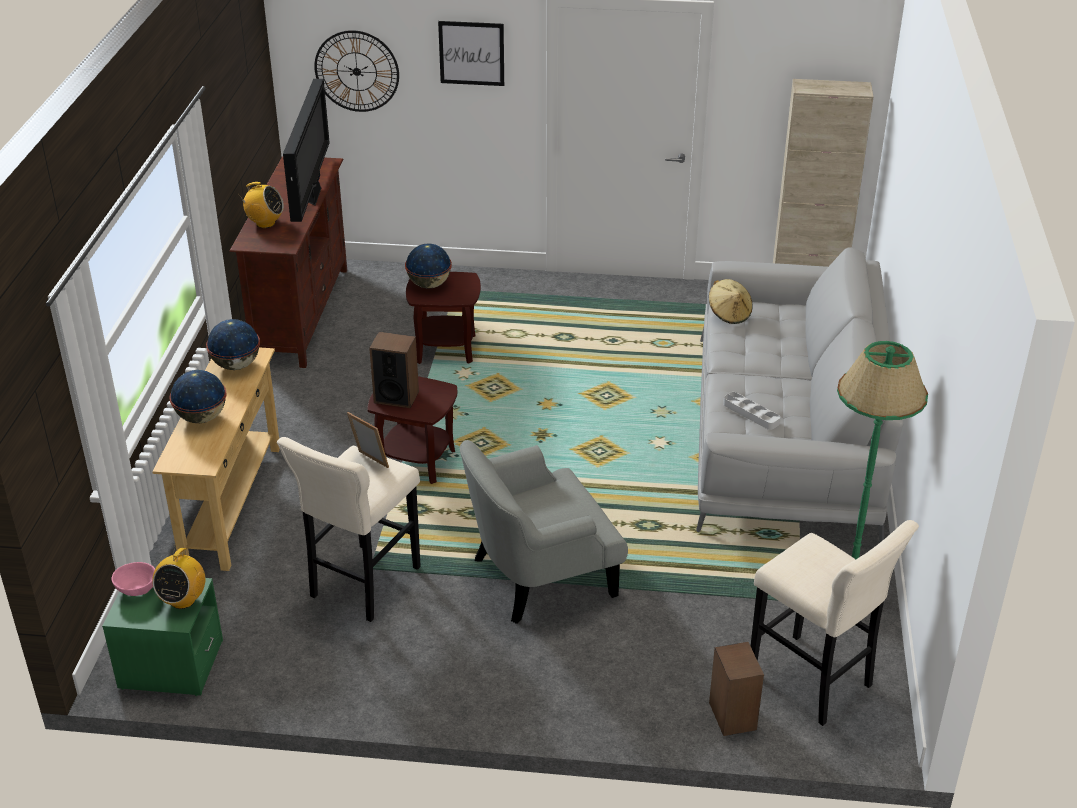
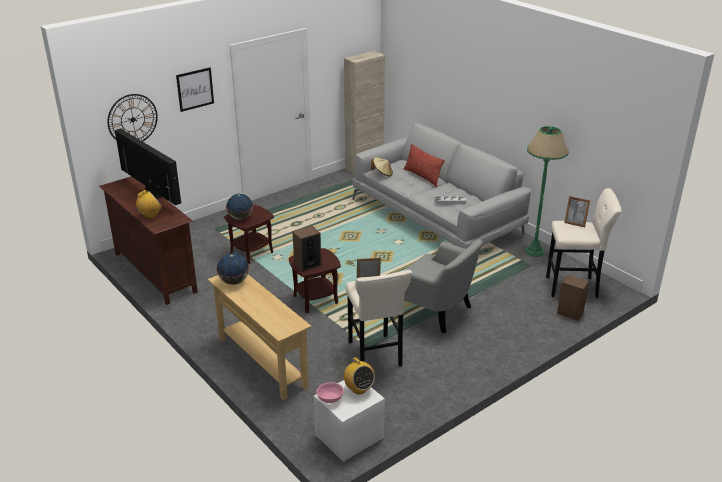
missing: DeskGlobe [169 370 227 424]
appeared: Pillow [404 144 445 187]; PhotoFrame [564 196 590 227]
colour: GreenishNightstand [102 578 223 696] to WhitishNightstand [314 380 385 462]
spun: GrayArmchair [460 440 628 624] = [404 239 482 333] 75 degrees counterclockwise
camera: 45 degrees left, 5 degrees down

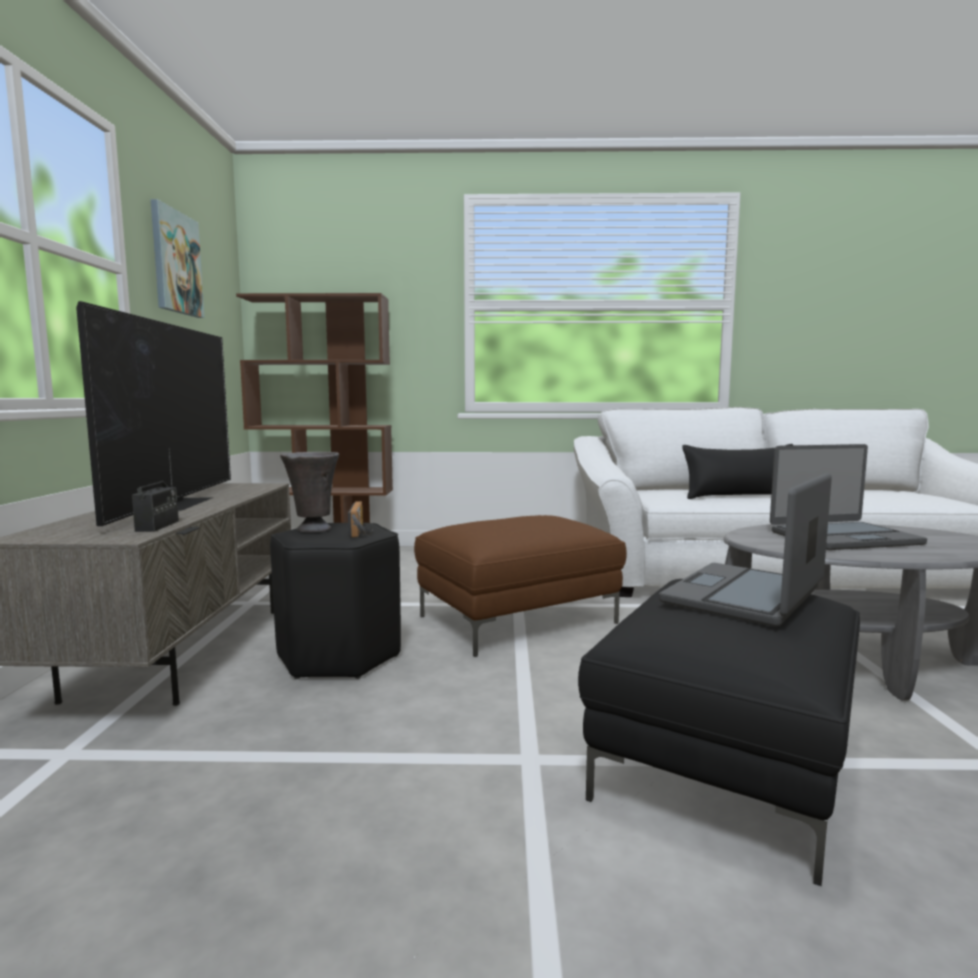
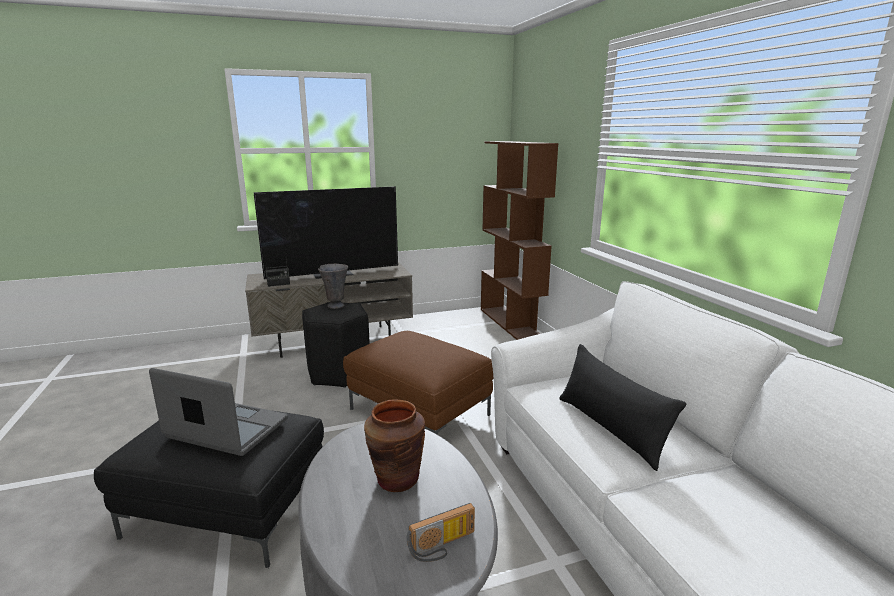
missing: Picture [151 199 205 318]
relocated: RadioSet [348 501 373 537] to [407 503 475 562]
exchanged: PortableComputer [770 444 927 550] to BrownColouredDecorativeVase [364 400 425 492]
camera: 70 degrees right, 10 degrees up

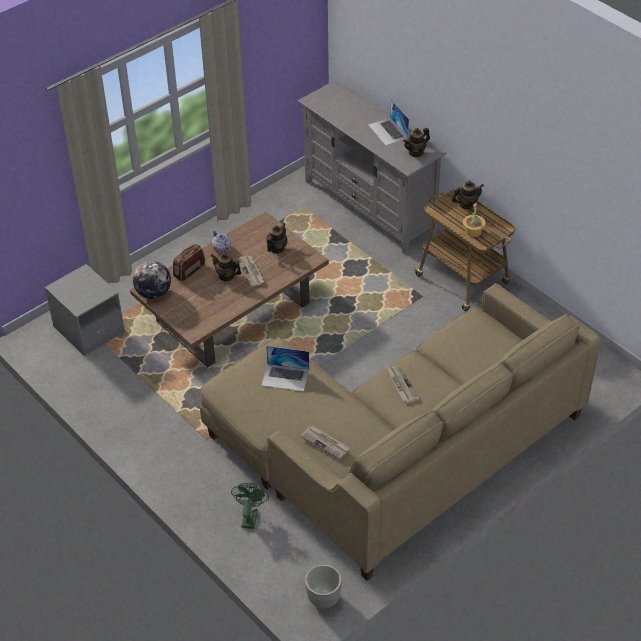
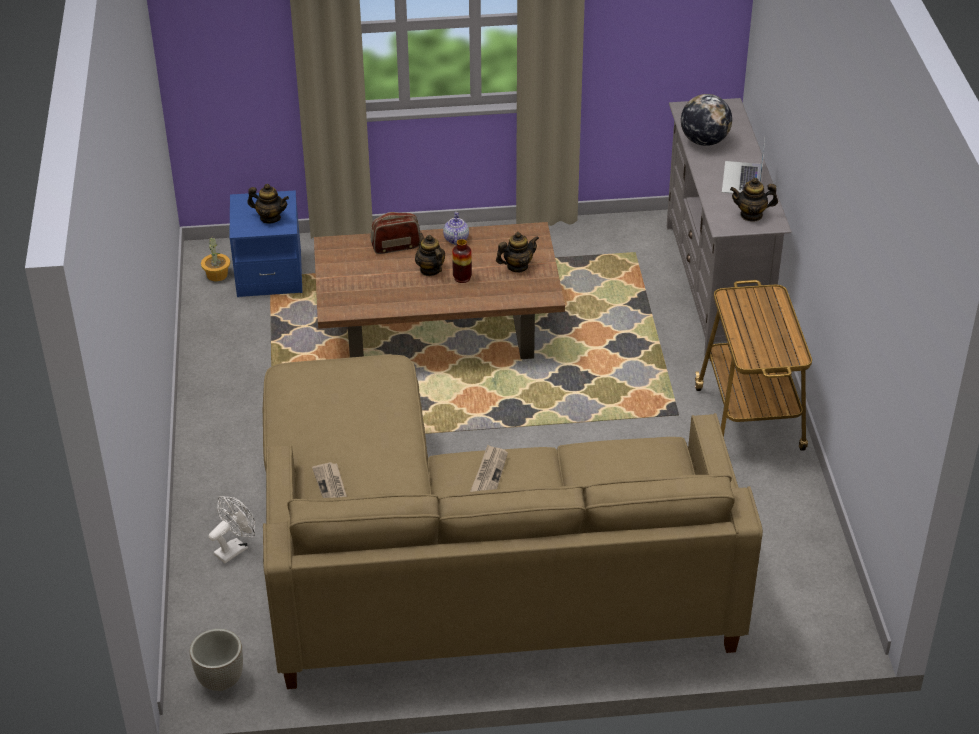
missing: PortableComputer [261 346 309 391]
relocated: PotForTea [452 181 484 209] to [247 184 289 223]; PlantInAPot [463 202 486 237] to [201 237 230 281]; DeskGlobe [133 261 171 299] to [681 94 732 146]
exchanged: DailyPaper [237 255 264 287] to DecorativeVase [452 239 472 283]
colour: GrayNightstand [45 264 125 356] to BlueNightstand [229 190 302 297]; GreenishFan [231 483 269 529] to WhitishFan [209 496 255 563]
camera: 35 degrees right, 5 degrees down

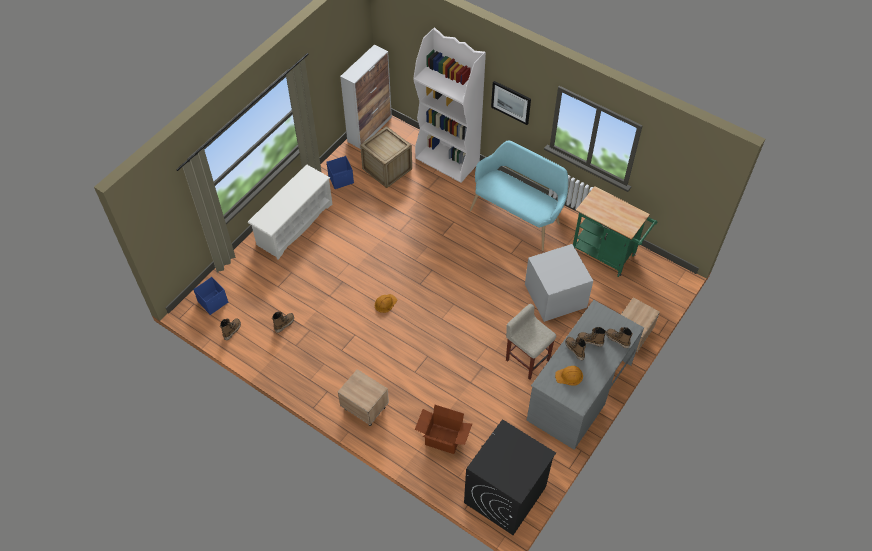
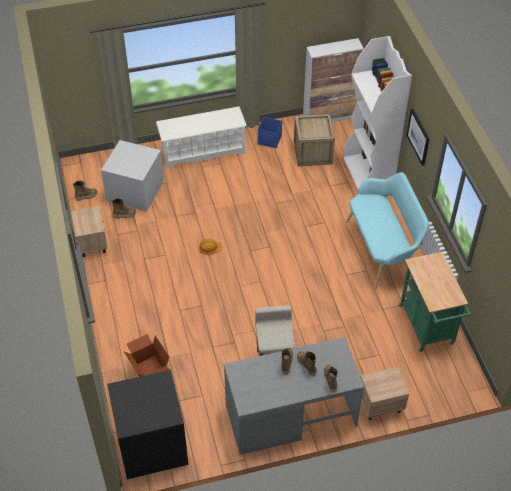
missing: BlueStorageContainer [193 277 228 315]; OrangeySafetyHelmet [555 366 583 385]
relocated: GrayStorageContainer [525 244 593 322] to [101 140 164 211]; BeigeColouredNightstand [338 369 389 426] to [71 206 108 257]
camera: 40 degrees right, 5 degrees down

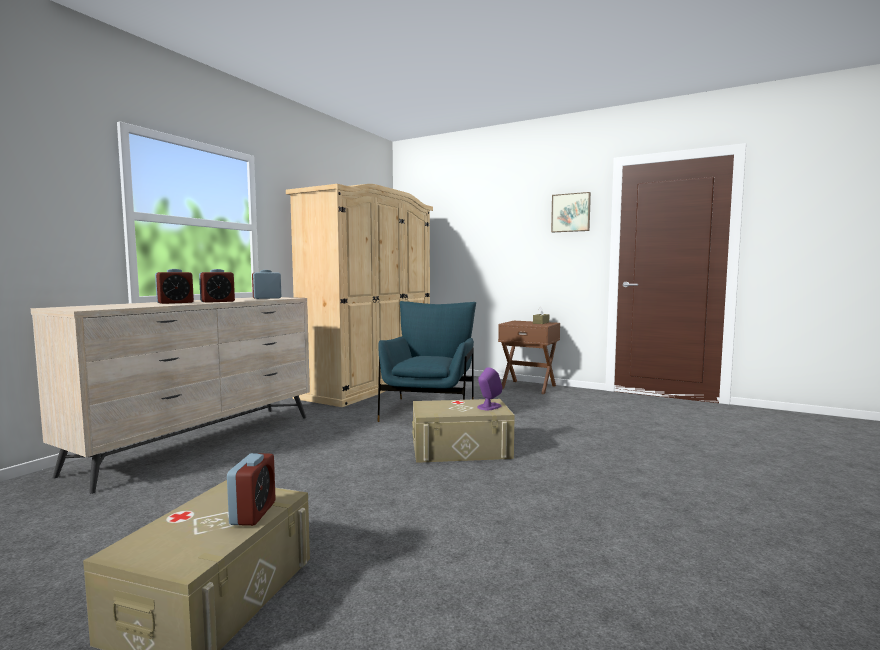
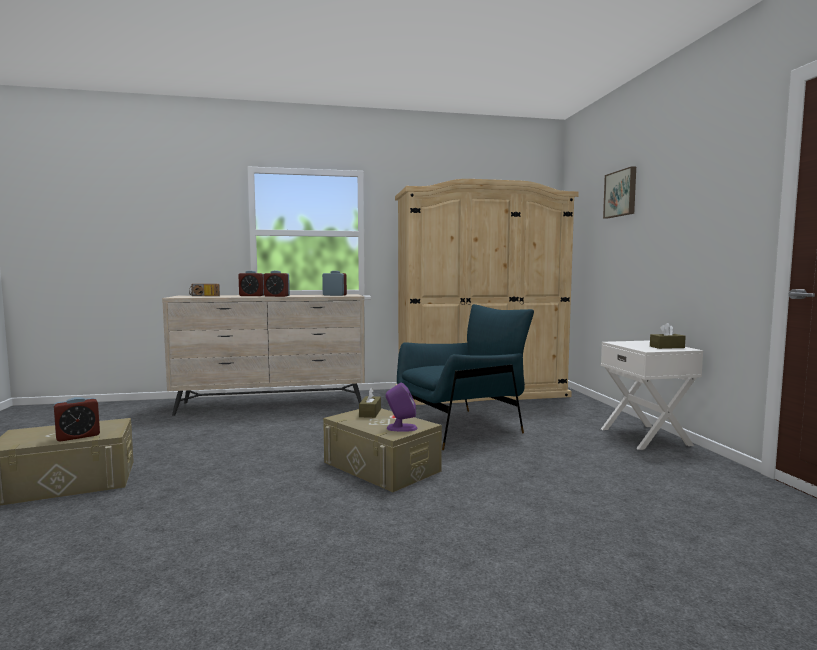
appeared: RadioSet [189 284 220 296]; BrownColouredBoxOfTissues [359 387 381 418]
relocated: Picture [551 192 591 232] to [603 166 636 218]
colour: BrownColouredNightstand [498 321 560 394] to WhitishNightstand [601 340 703 450]
camera: 50 degrees right, 0 degrees up

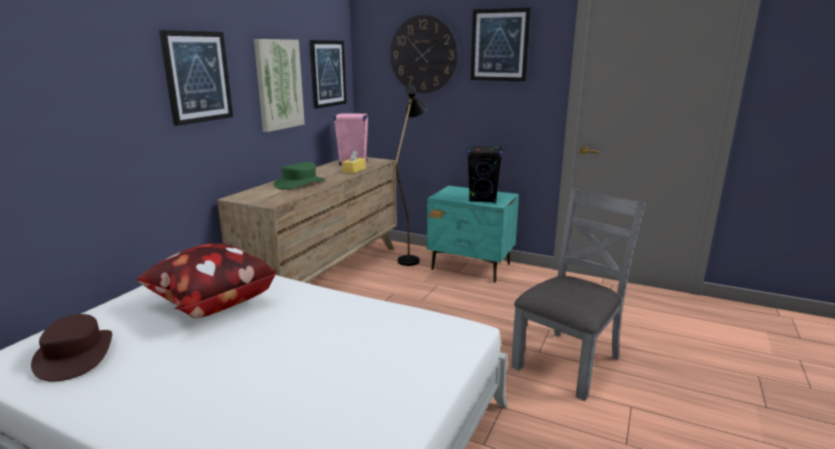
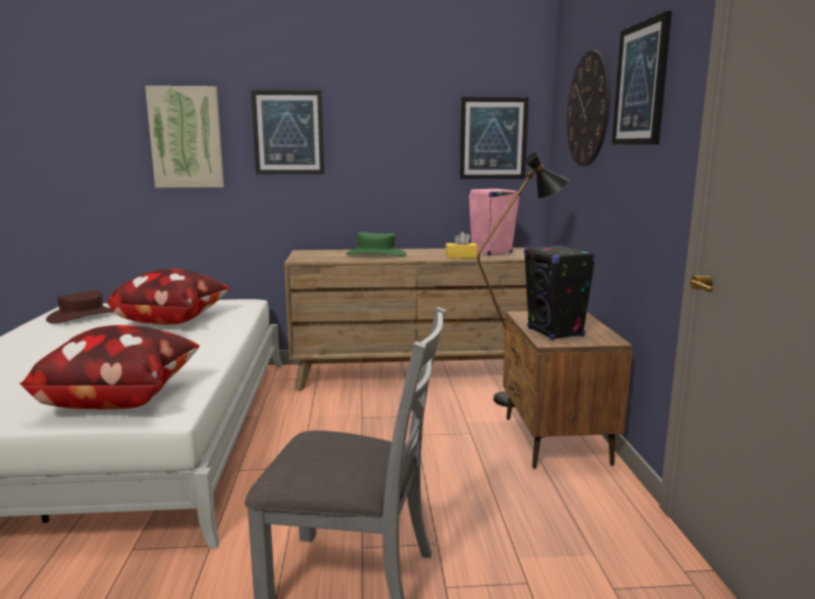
appeared: Pillow [19 325 200 409]
relocated: Picture [254 39 305 132] to [145 86 224 188]
colour: TurquoiseColouredNightstand [427 186 519 282] to BrownColouredNightstand [503 311 633 469]
camera: 60 degrees right, 5 degrees down

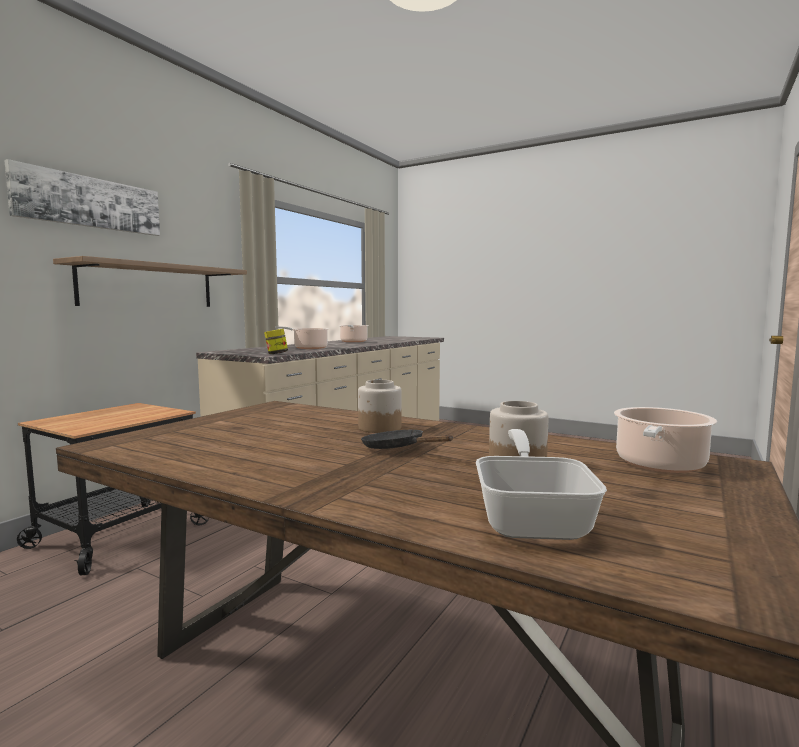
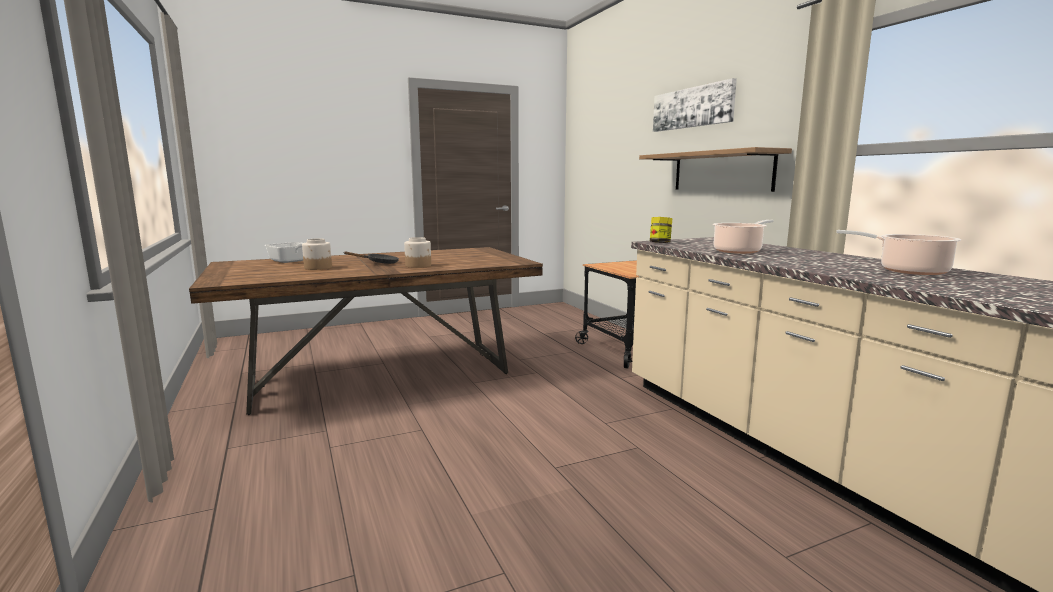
missing: CookingPot [614 407 717 473]
camera: 125 degrees right, 5 degrees up

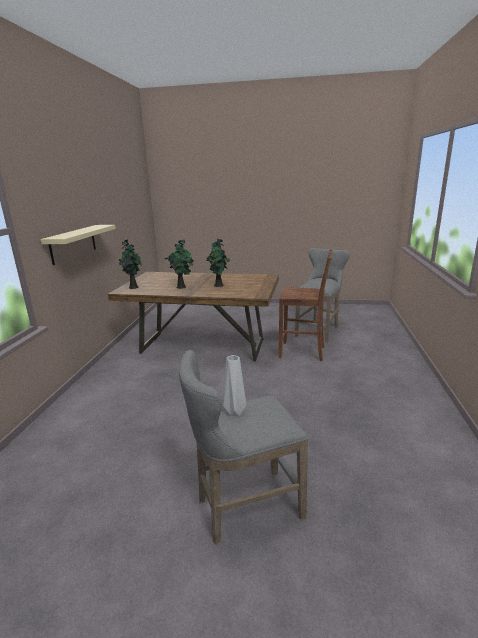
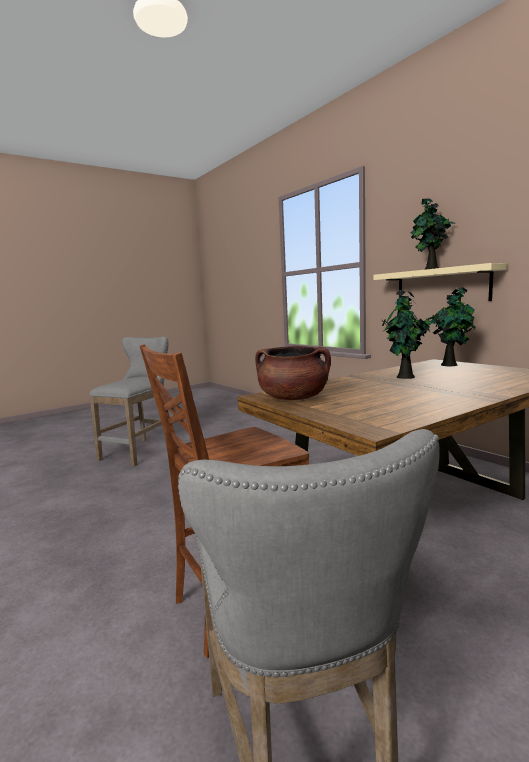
missing: GrayDecorativeVase [223 355 246 416]
appeared: BrownColouredCookingPot [255 346 331 400]
relocated: PlantInAPot [207 239 231 287] to [411 198 454 270]
camera: 135 degrees right, 10 degrees down

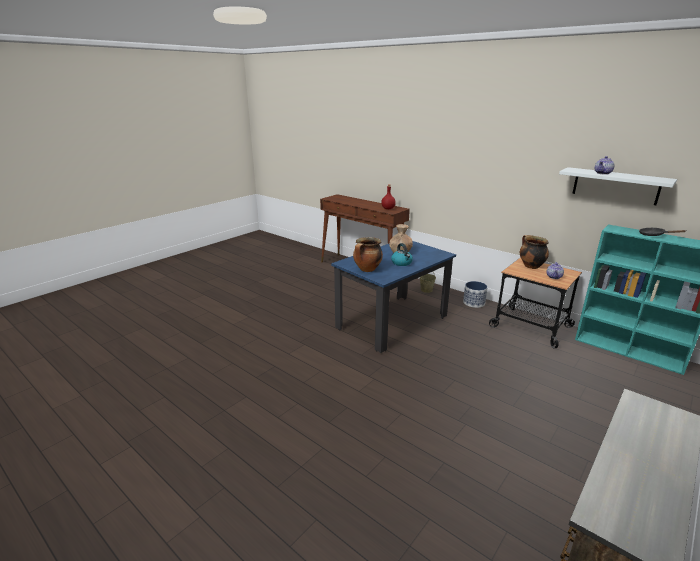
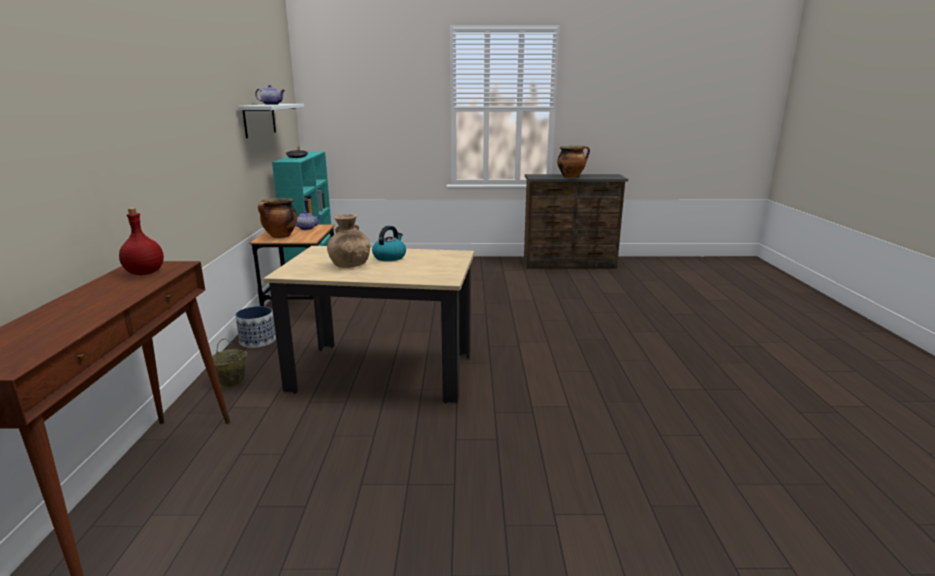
relocated: CookingPot [353 237 383 272] to [557 146 590 178]
colour: BlueDinnerTable [331 241 456 353] to BeigeColouredDinnerTable [263 246 474 403]
camera: 130 degrees left, 5 degrees down

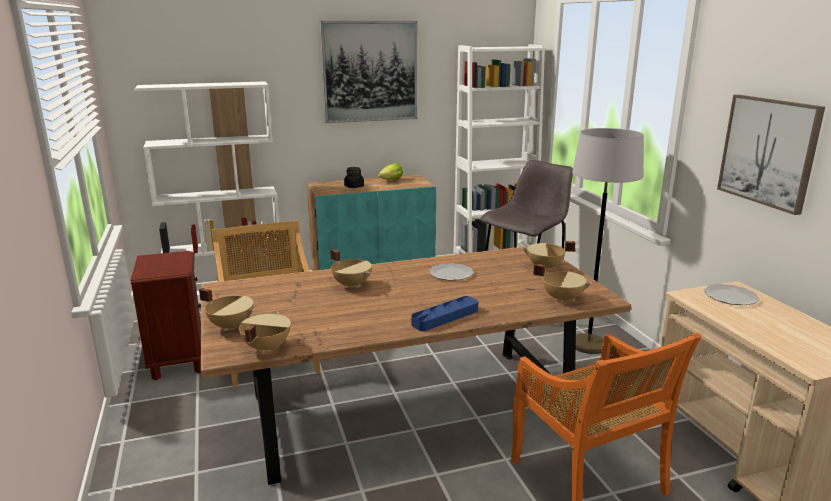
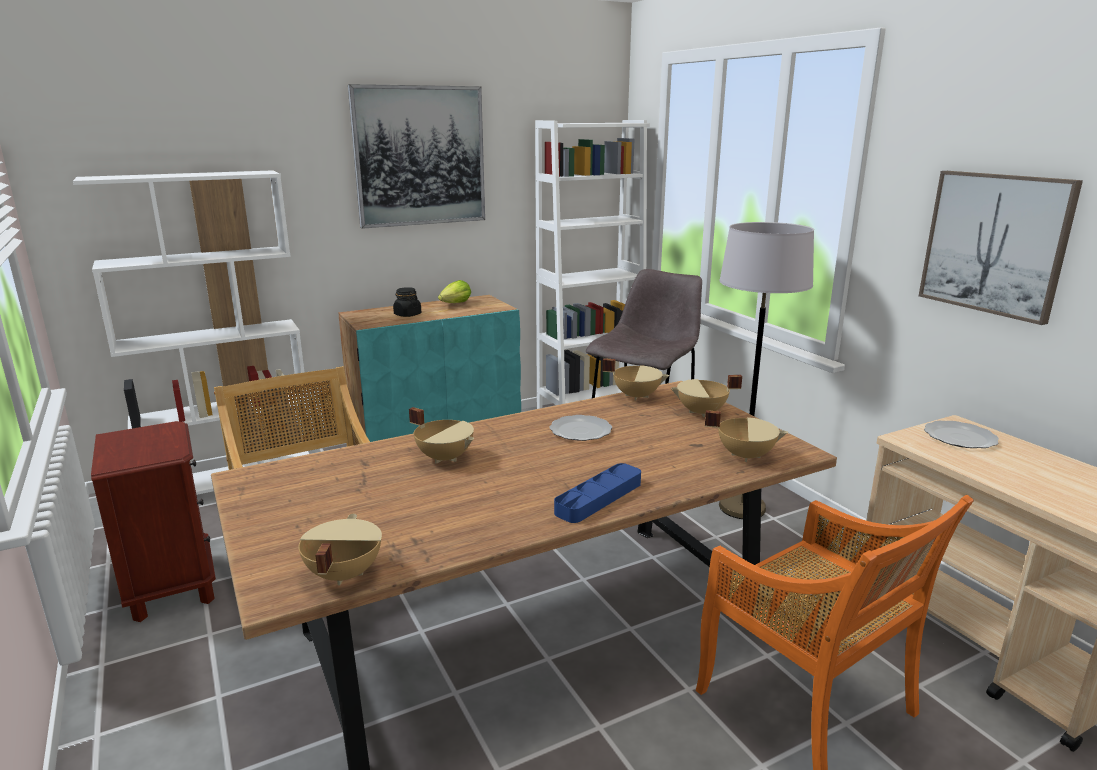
relocated: BeigeColouredCookingPot [199 288 254 331] to [602 358 669 401]
camera: 10 degrees left, 0 degrees up

